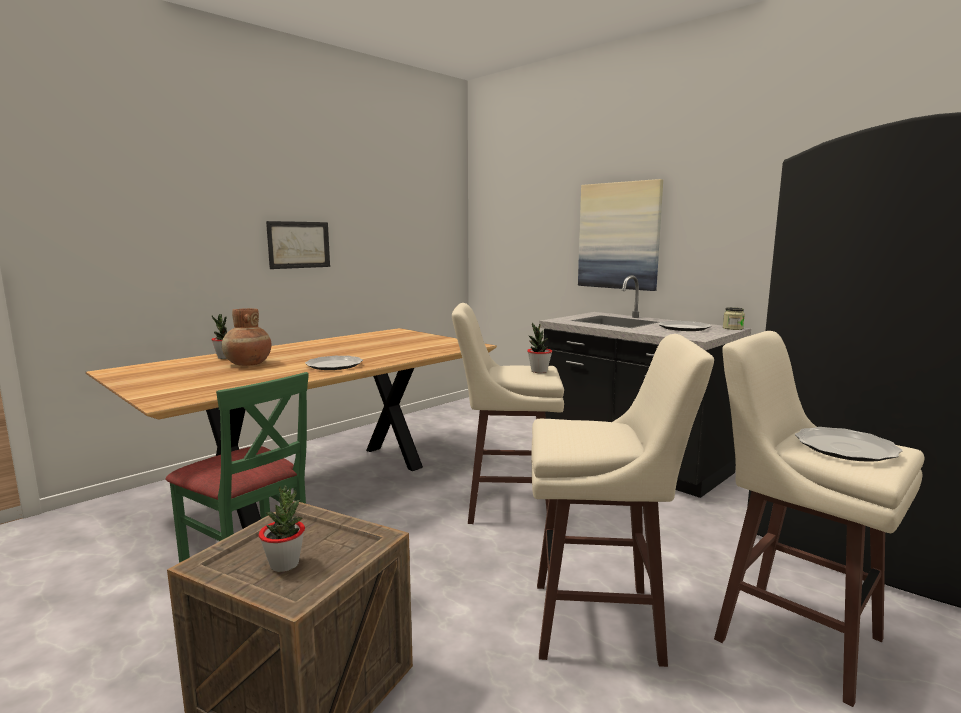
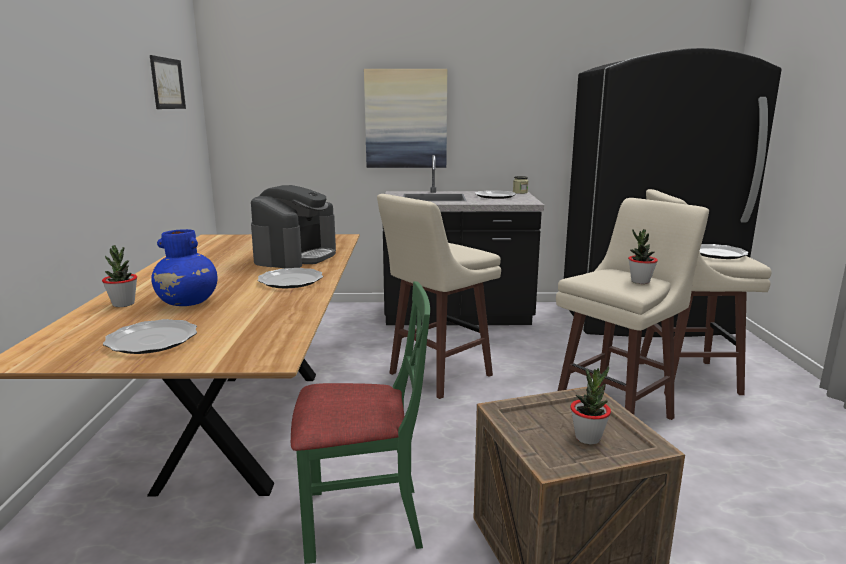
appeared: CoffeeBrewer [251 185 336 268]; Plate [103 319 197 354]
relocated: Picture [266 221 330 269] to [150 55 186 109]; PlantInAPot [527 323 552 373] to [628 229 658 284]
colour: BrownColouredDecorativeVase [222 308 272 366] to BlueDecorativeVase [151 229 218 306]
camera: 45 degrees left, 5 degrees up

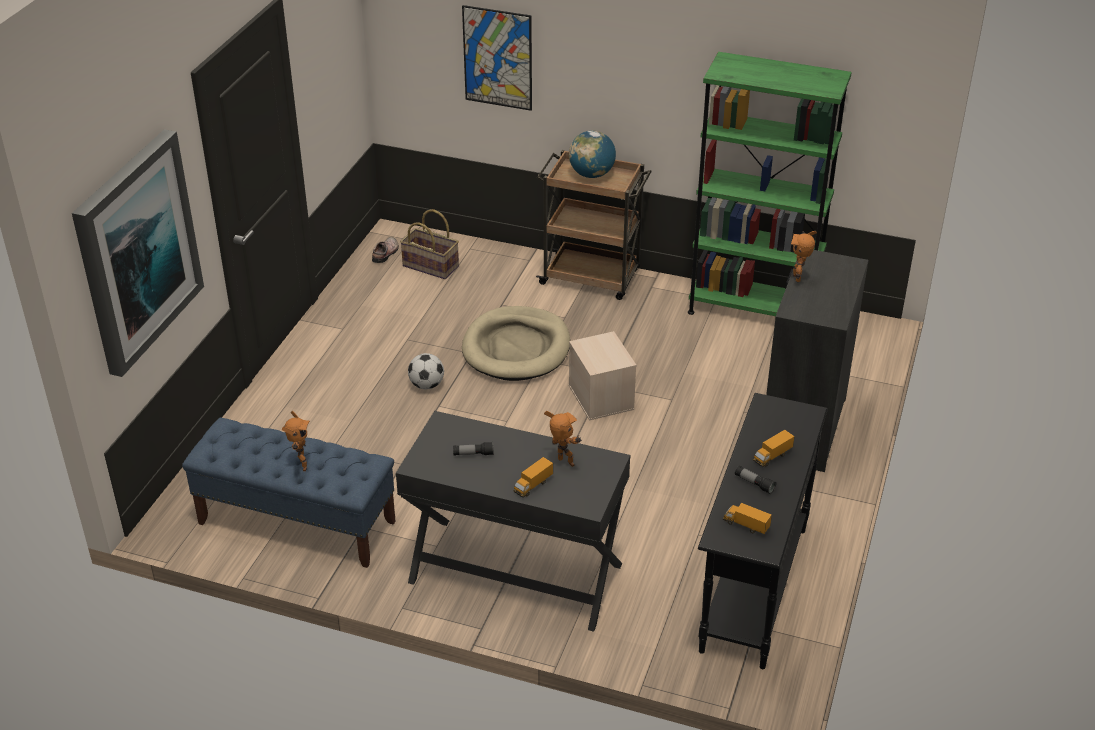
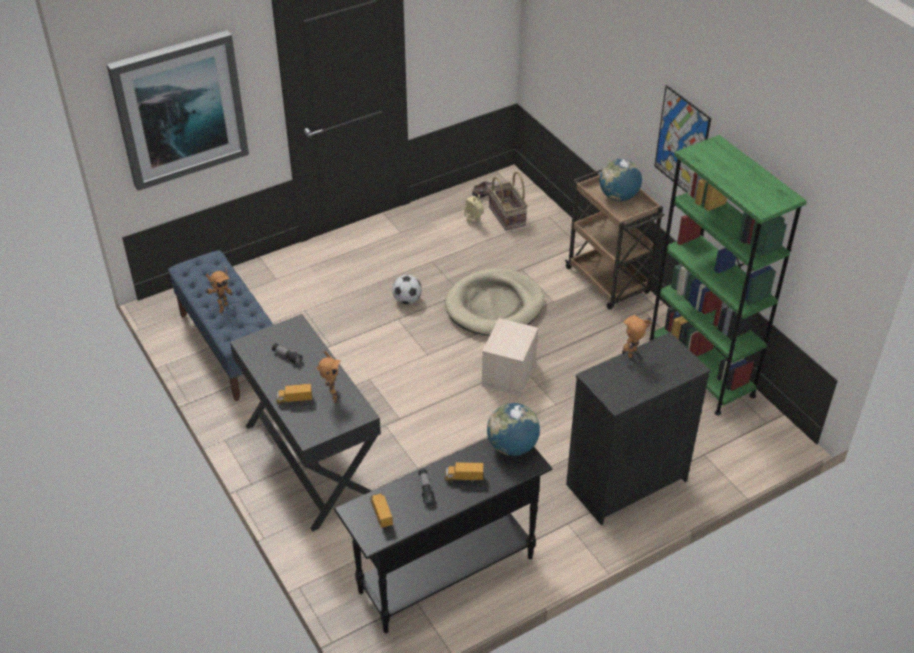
appeared: ToyRobot [464 194 483 226]; DeskGlobe [487 403 540 456]
relocated: Picture [462 5 532 111] to [654 85 711 193]
camera: 40 degrees right, 5 degrees up

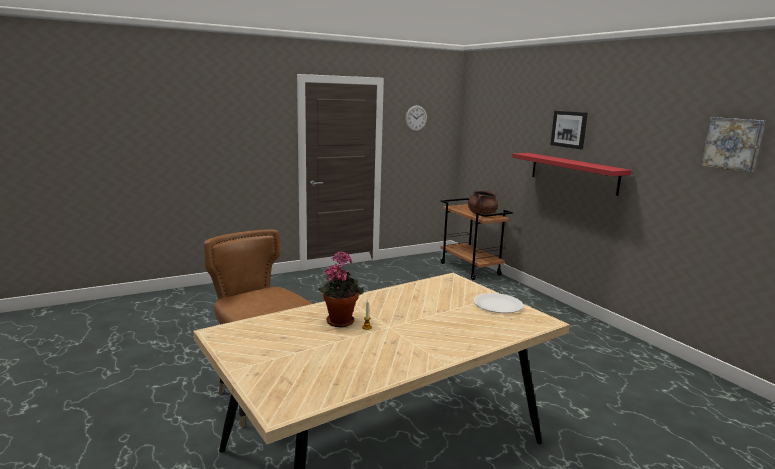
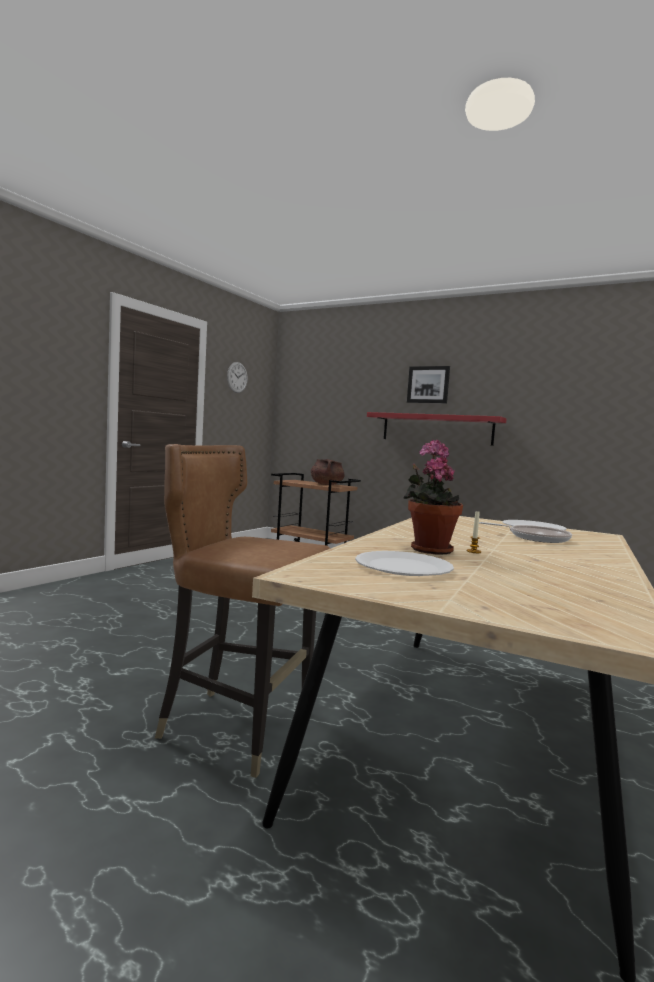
missing: Picture [701 117 765 173]
appeared: Skillet [479 522 572 543]; WhitishPlate [355 551 454 576]
camera: 30 degrees left, 10 degrees down

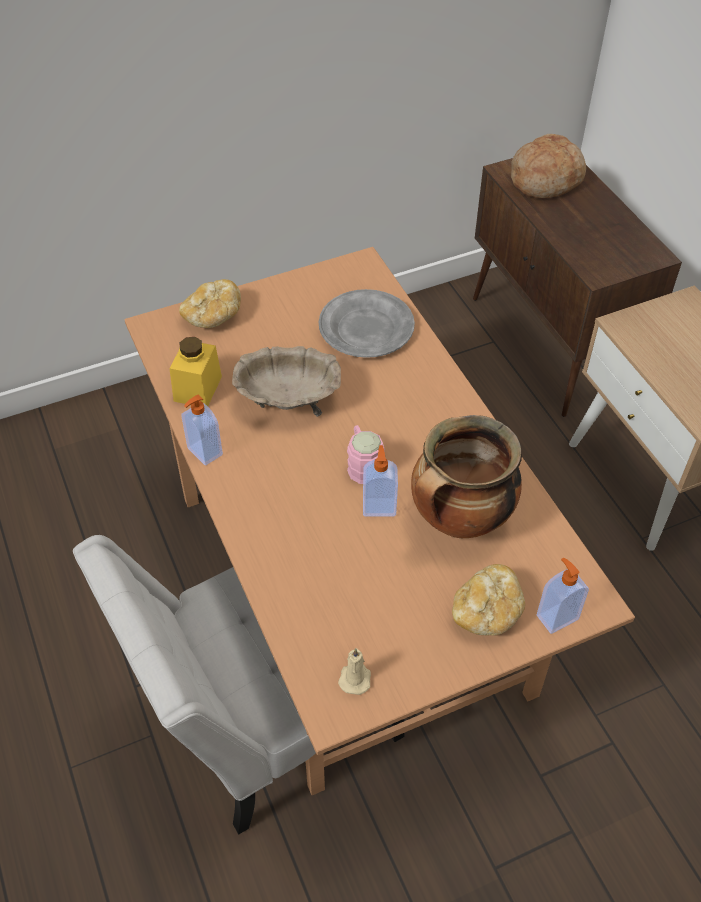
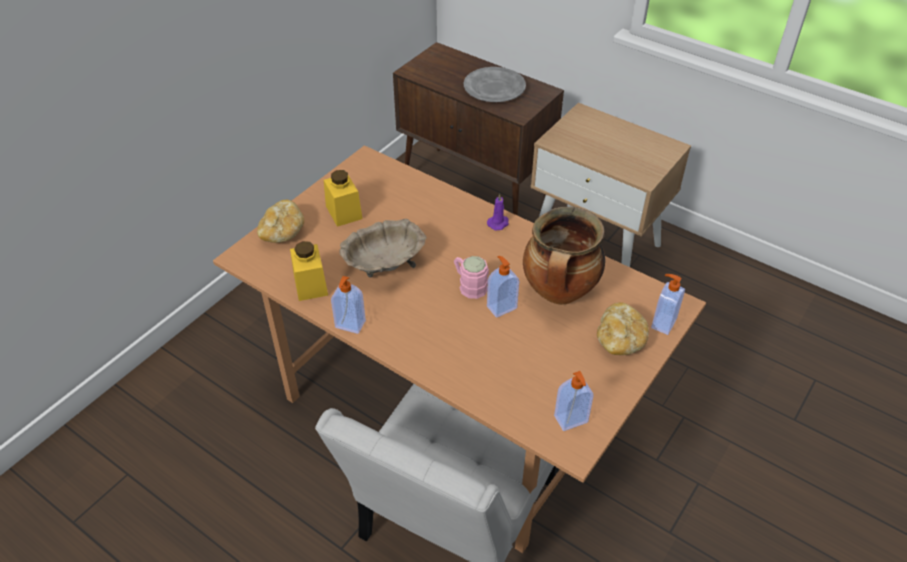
missing: Bread [511 134 586 199]
appeared: YellowPreserveJar [324 170 363 227]; PurpleWaxCandle [487 193 509 231]
relocated: GrayPlate [319 289 415 358] to [464 67 526 102]
exchanged: BeigeColouredWaxCandle [338 648 371 695] to SoapDispenser [554 371 594 431]
camera: 30 degrees left, 5 degrees down

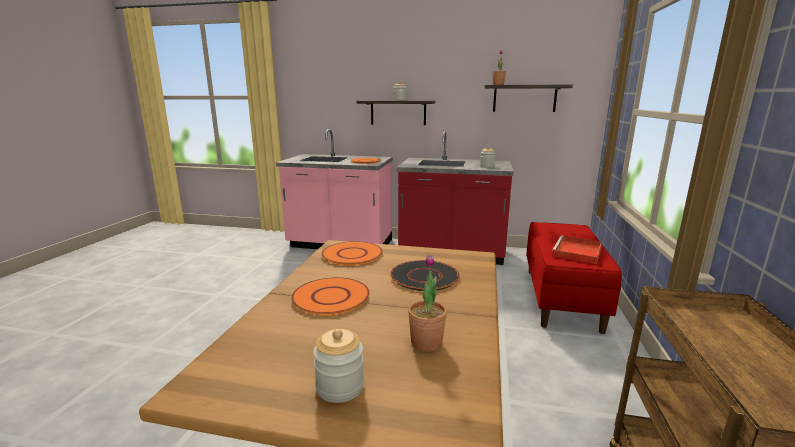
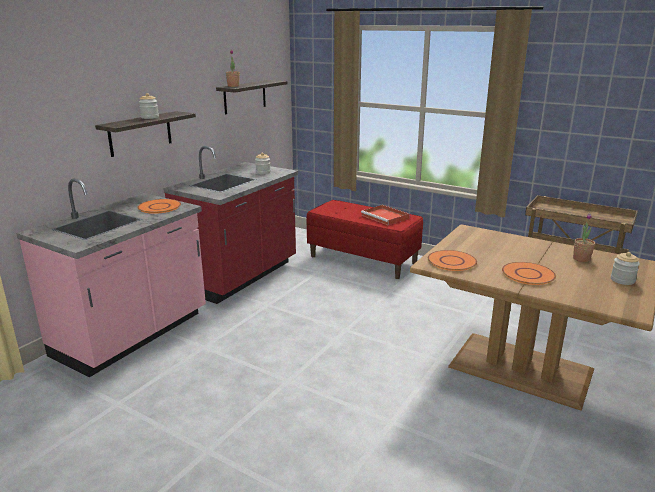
missing: BlackColouredPlate [390 260 460 291]
camera: 70 degrees left, 5 degrees up

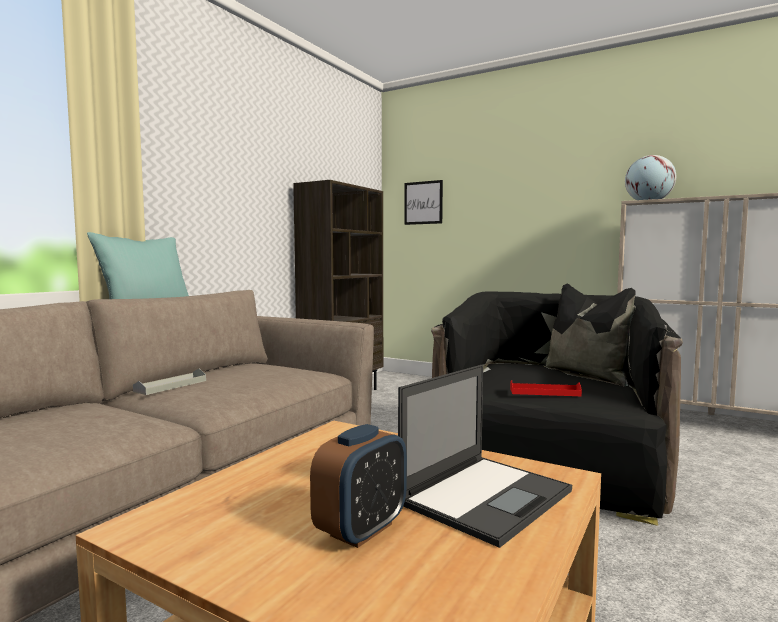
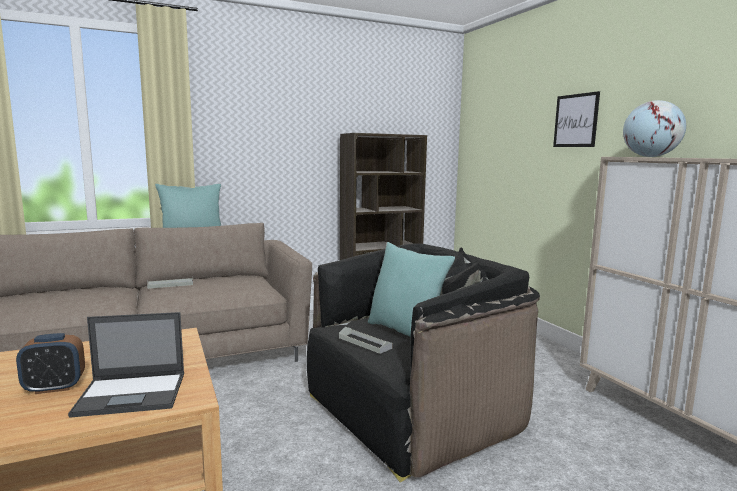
appeared: TurquoiseColouredPillow [368 242 455 337]
relocated: Picture [404 180 443 225] to [553 91 600 147]
colour: RedServingTray [510 380 582 396] to GrayServingTray [339 327 392 354]
camera: 35 degrees right, 5 degrees up

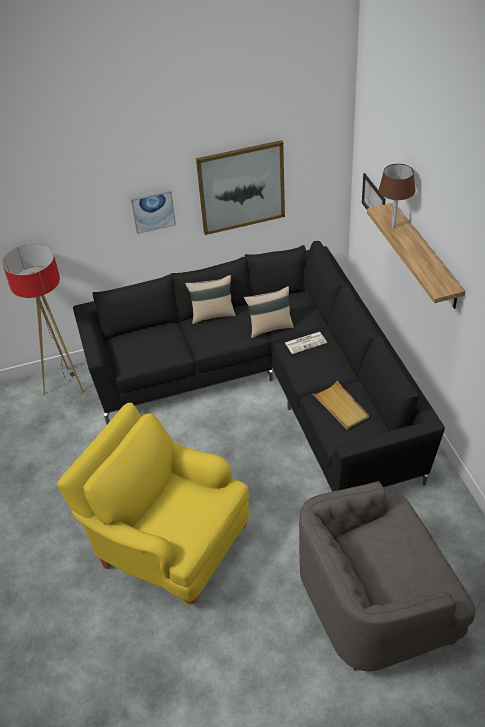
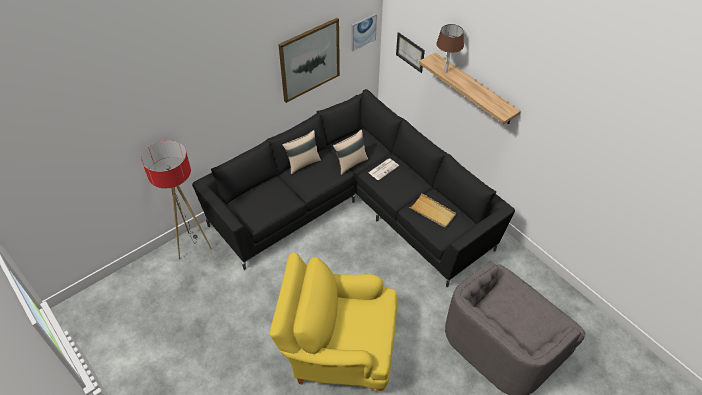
relocated: Picture [131 190 176 234] to [351 13 377 51]
camera: 25 degrees left, 5 degrees up

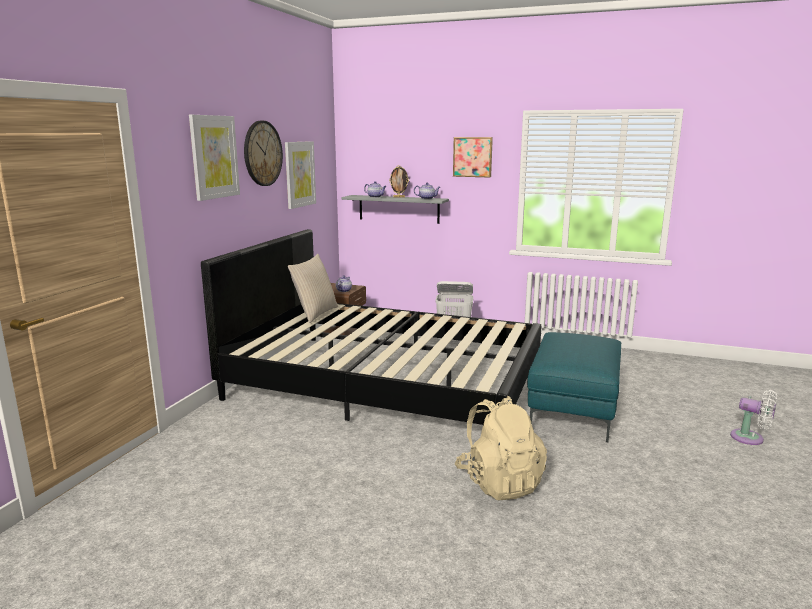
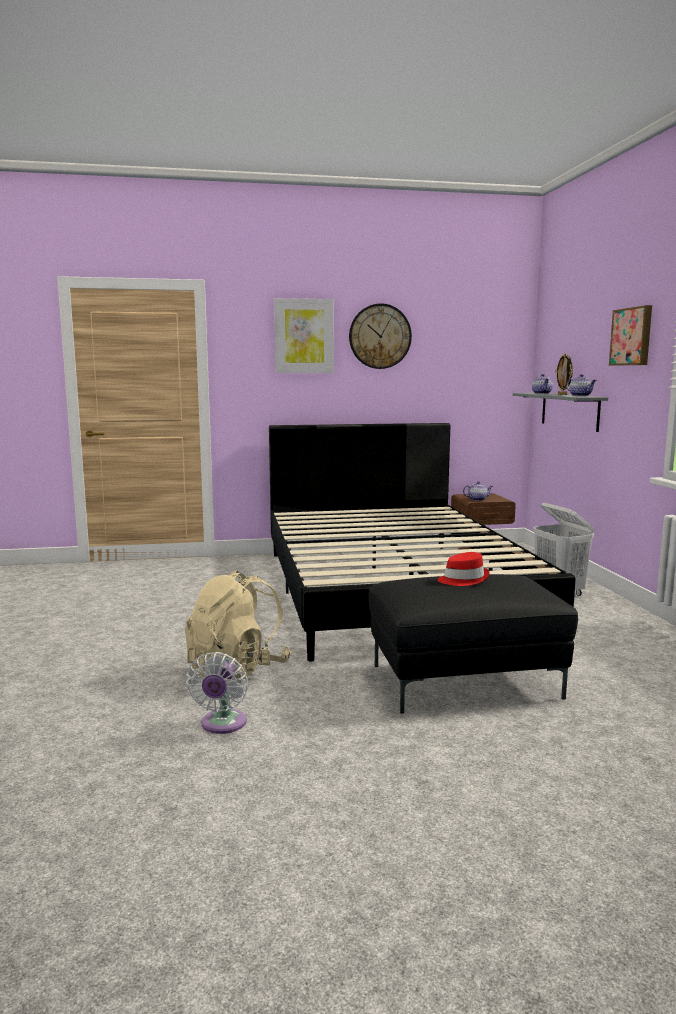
missing: Picture [285 141 316 209]; BeigeColouredPillow [288 254 338 323]
appeared: RedWearableHat [437 552 490 586]
relocated: WhitishFan [730 390 777 445] to [186 652 248 734]
colour: TurquoiseColouredFootrest [527 332 621 442] to BlackColouredFootrest [368 574 578 714]
camera: 60 degrees right, 5 degrees down

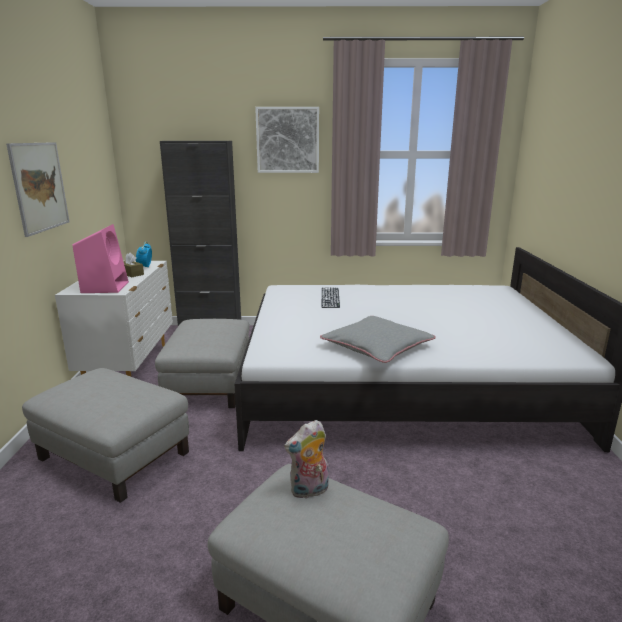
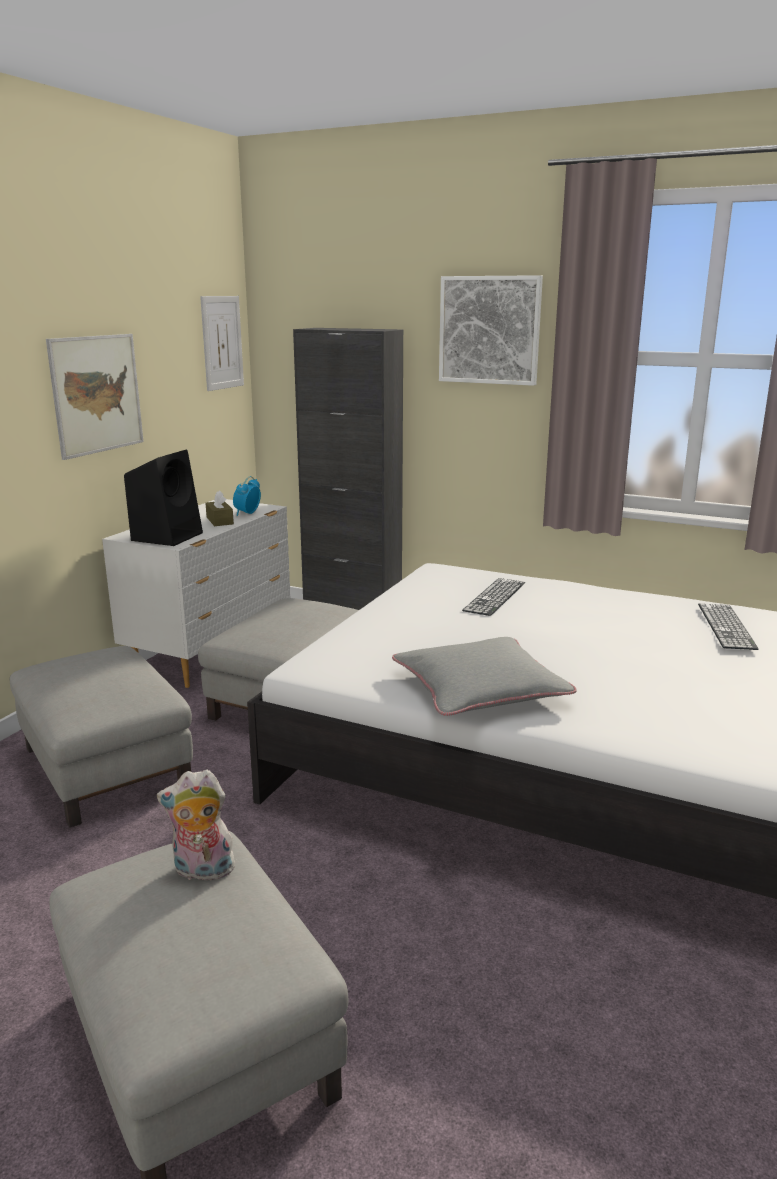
appeared: Picture [200 296 244 391]; PcKeyboard [698 603 759 650]
colour: PinkColouredLoudspeaker [73 224 129 293] to BlackColouredLoudspeaker [124 449 203 546]
camera: 25 degrees right, 0 degrees up

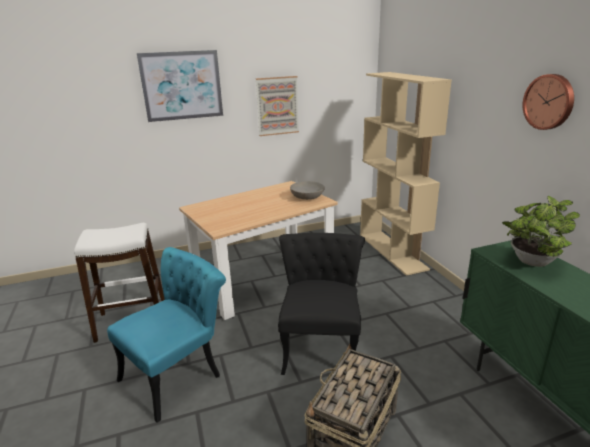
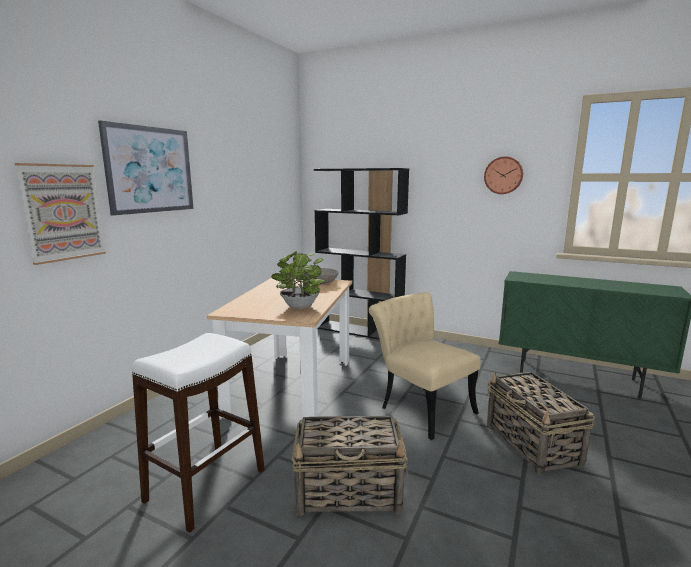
relocated: Picture [255 76 299 136] to [15 163 106 265]; PlantInAPot [502 196 580 267] to [271 251 325 309]
exchanged: TurquoiseColouredPlainChair [107 247 226 423] to StorageBasket [292 416 408 516]
colour: BeigeColouredBookshelf [360 72 452 276] to BlackColouredBookshelf [314 168 409 340]; BlackColouredPlainChair [278 233 365 375] to BeigeColouredPlainChair [369 292 481 440]
camera: 45 degrees left, 10 degrees down

